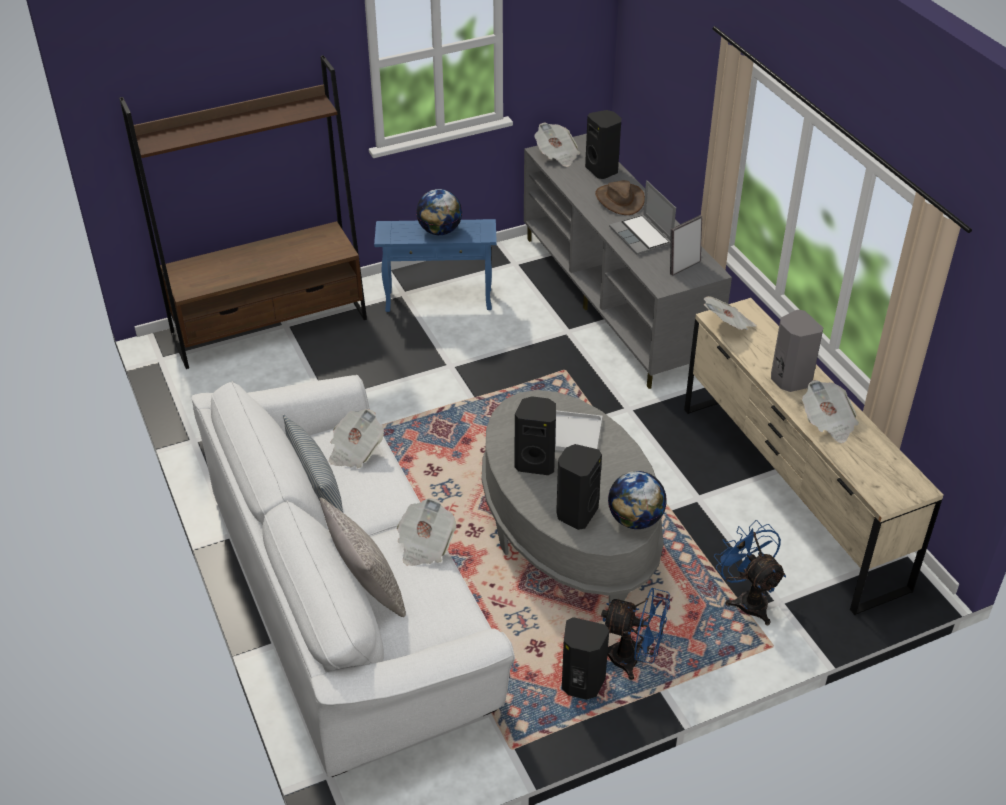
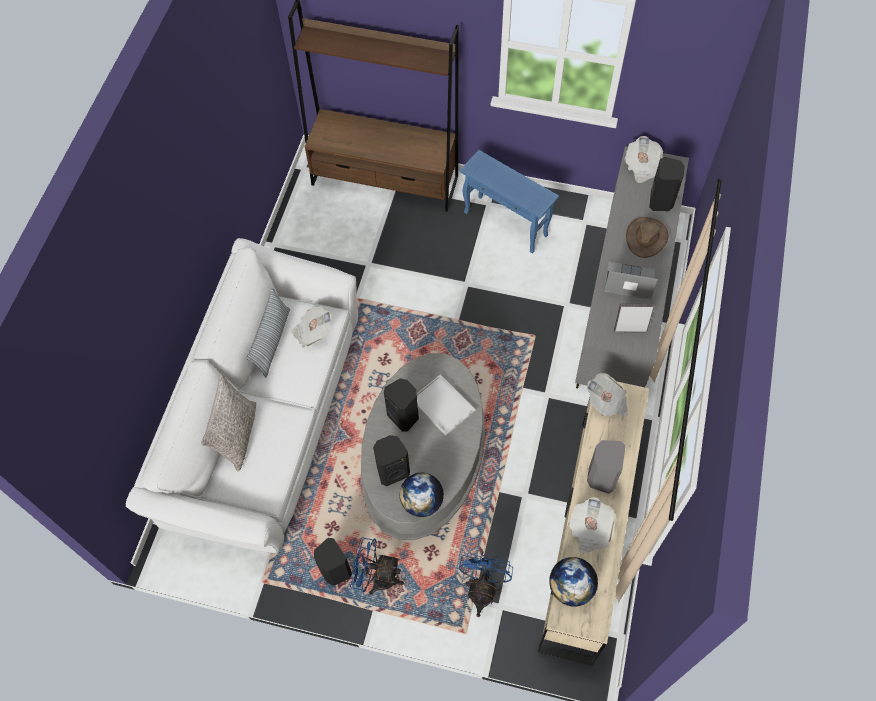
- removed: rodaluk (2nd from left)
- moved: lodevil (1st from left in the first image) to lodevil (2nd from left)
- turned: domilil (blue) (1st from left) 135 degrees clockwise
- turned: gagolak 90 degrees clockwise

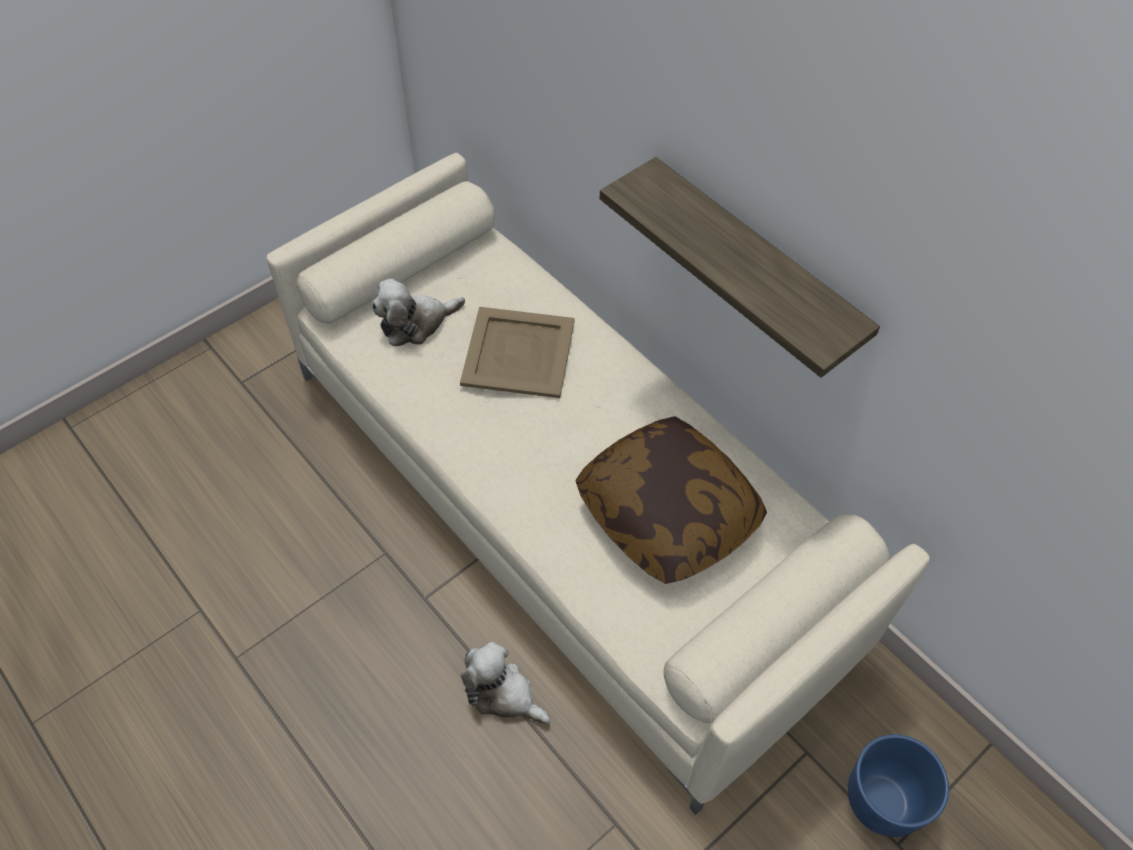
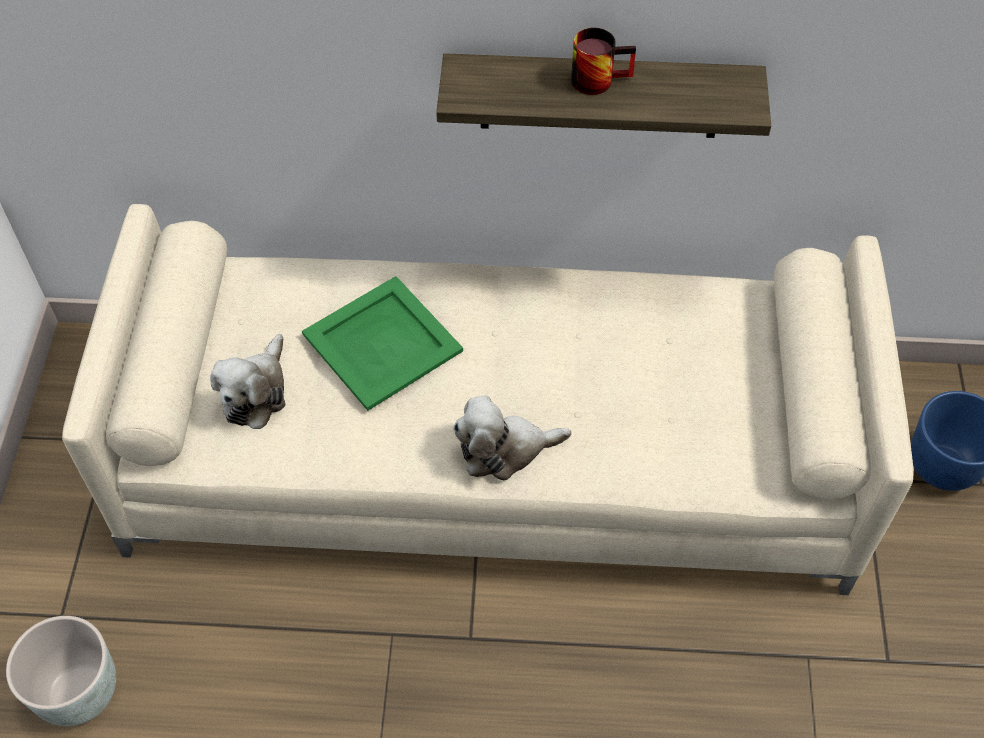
- removed: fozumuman
- added: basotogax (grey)
- added: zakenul
- moved: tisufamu (2nd from left)
- recoloured: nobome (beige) to nobome (green)

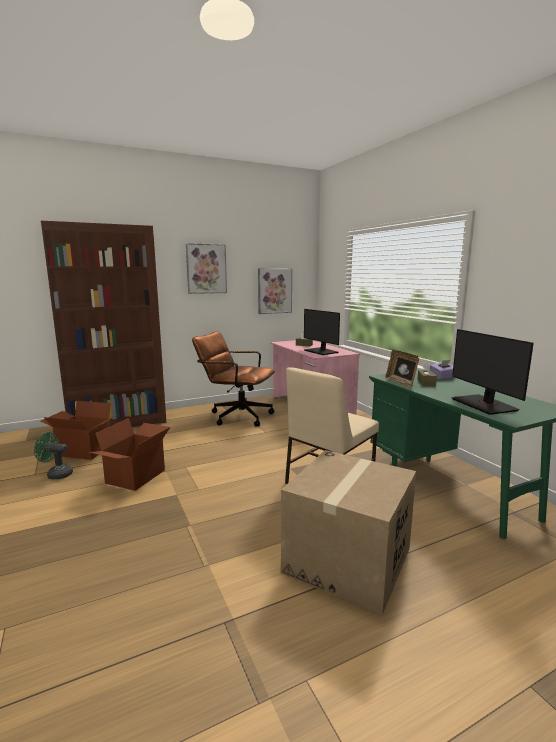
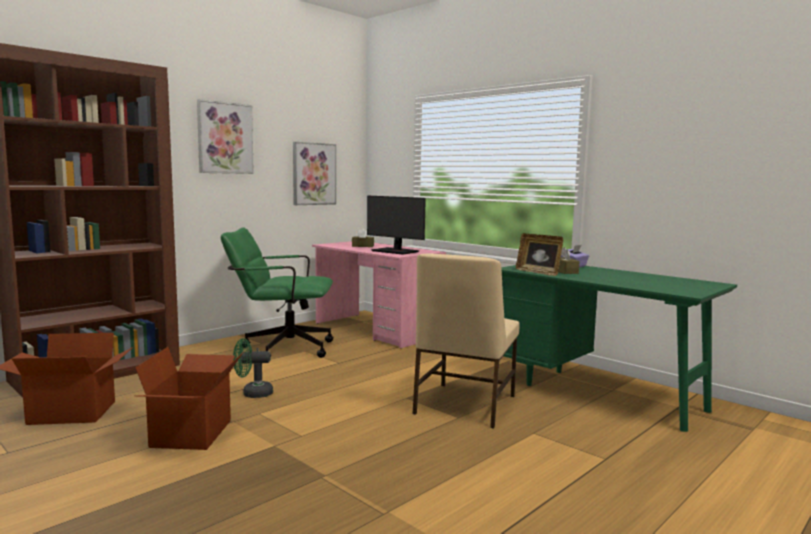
- removed: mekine (3rd from left)
- removed: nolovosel (2nd from left)
- moved: domilil (green)
- recoloured: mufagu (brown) to mufagu (green)

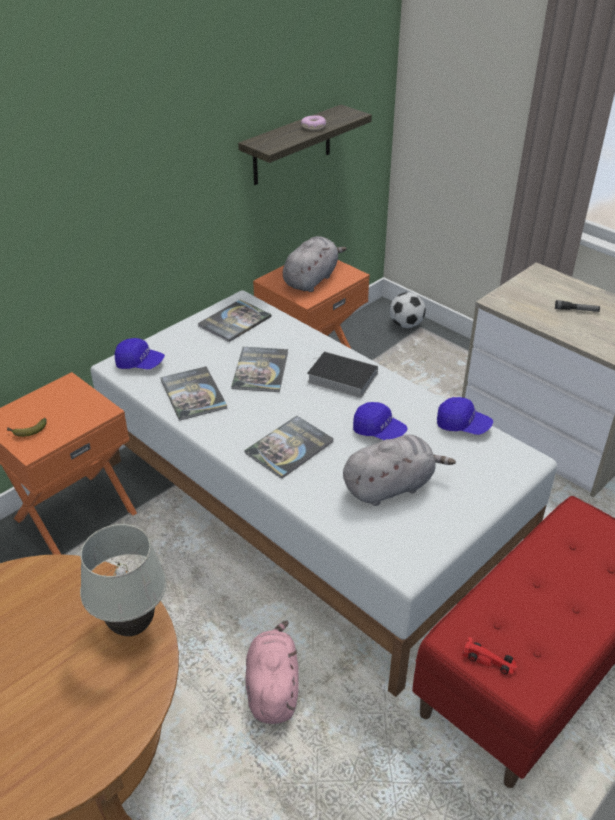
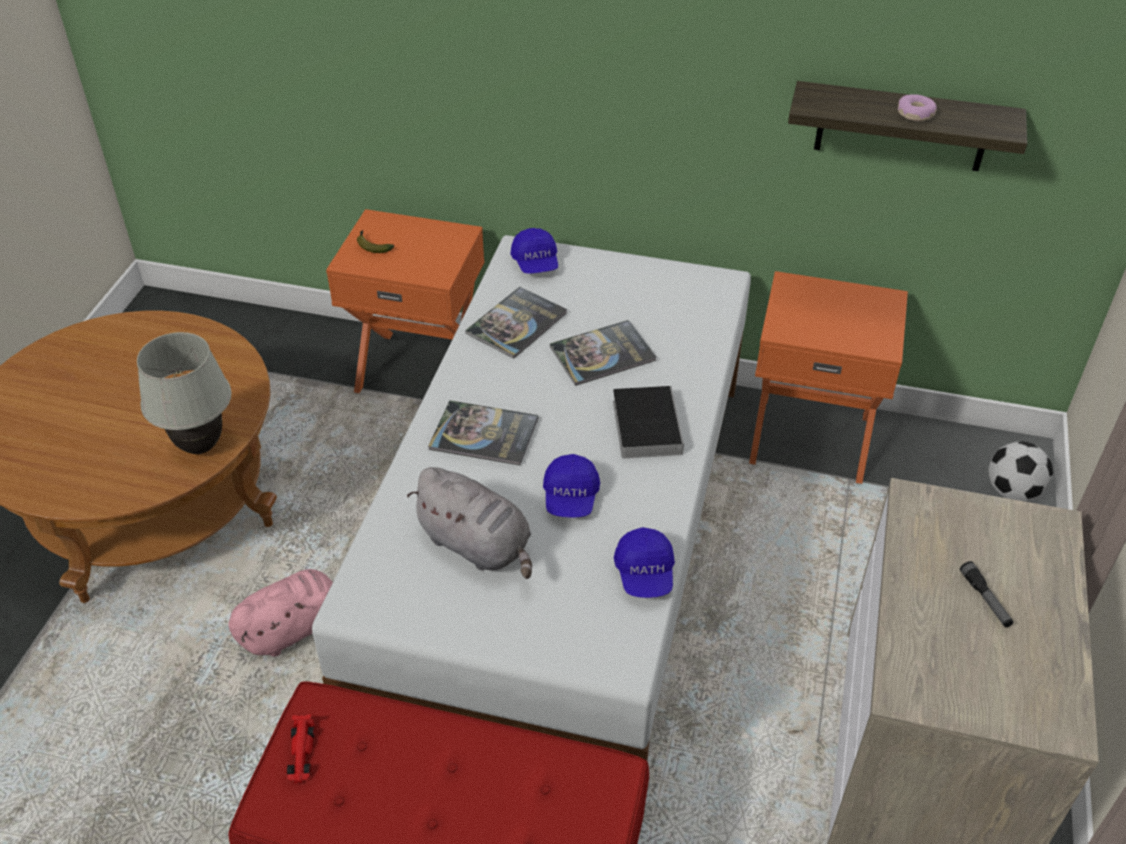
- removed: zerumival (2nd from left)
- removed: tisufamu (grey) (1st from left)

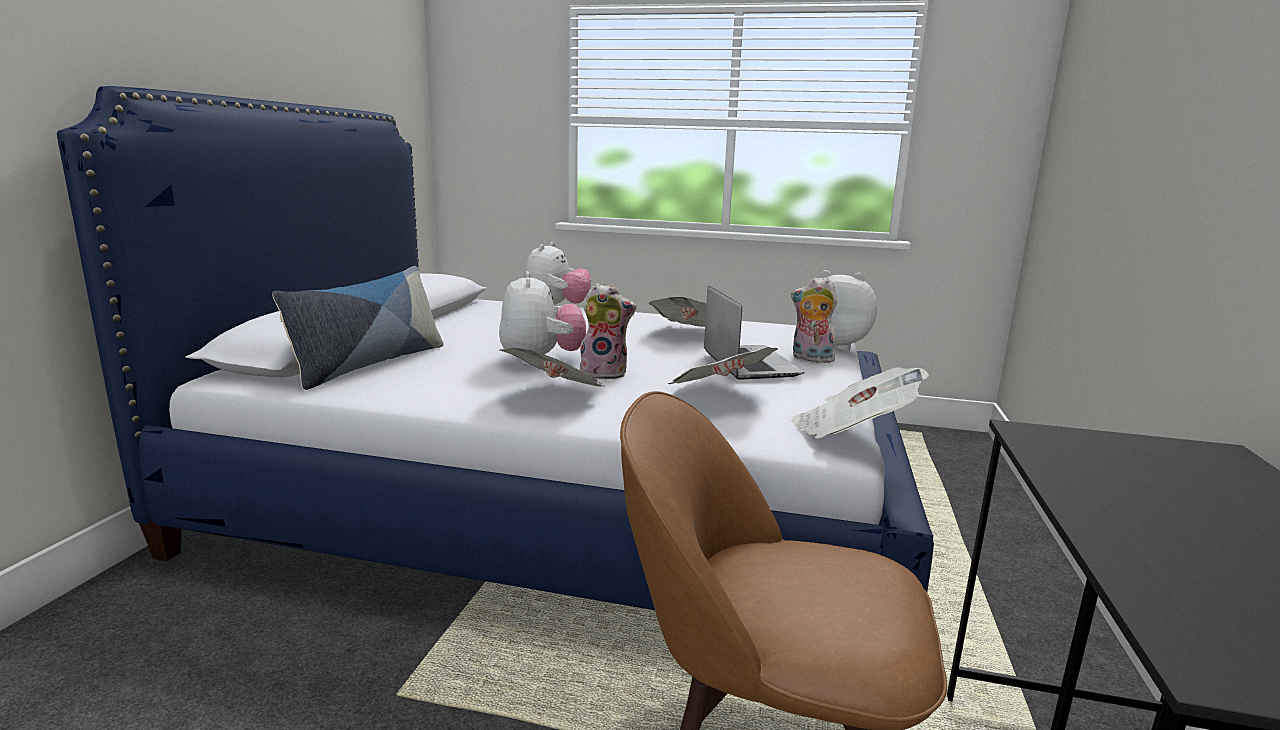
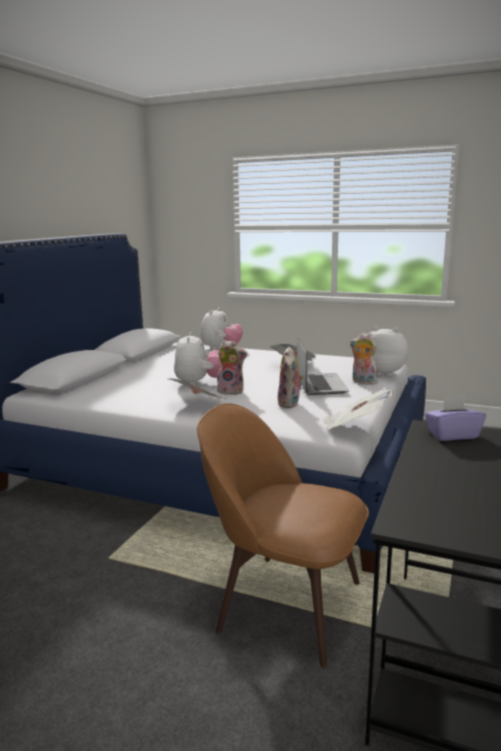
- removed: fozumuman
- added: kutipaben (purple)
- replaced: rodaluk (3rd from left) to tisufamu (4th from left)

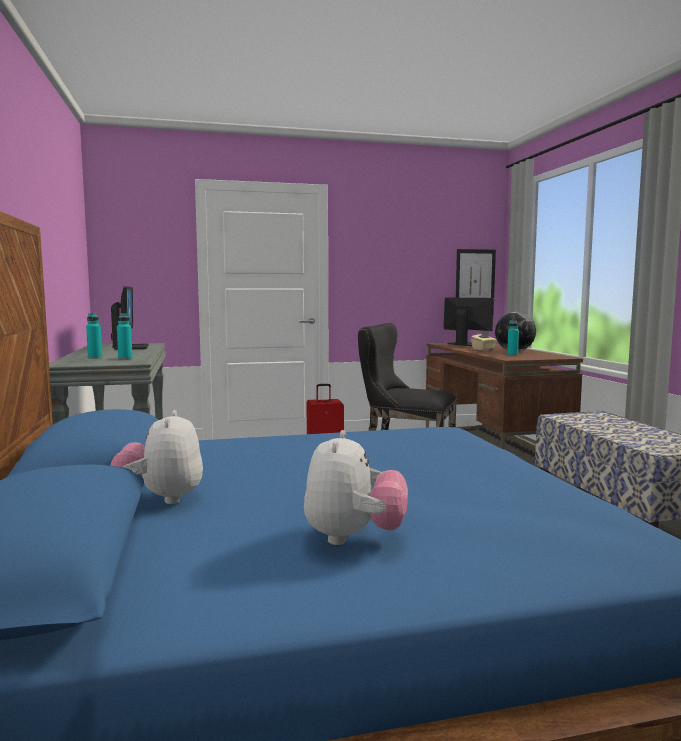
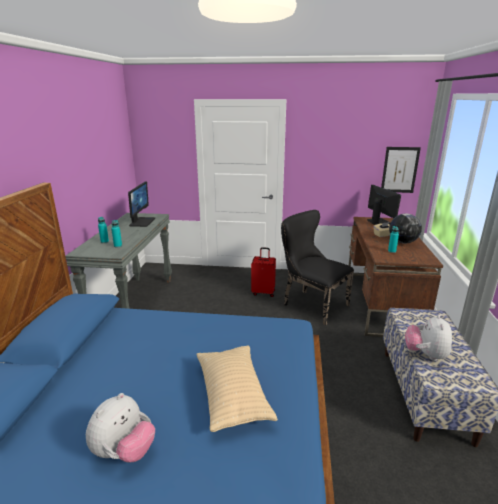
- added: fozumuman (beige)
- moved: tisufamu (1st from left in the first image) to tisufamu (2nd from left)

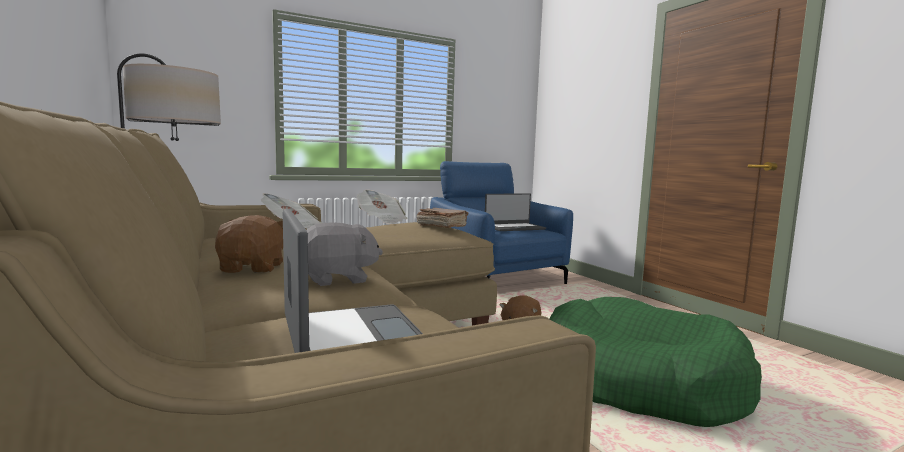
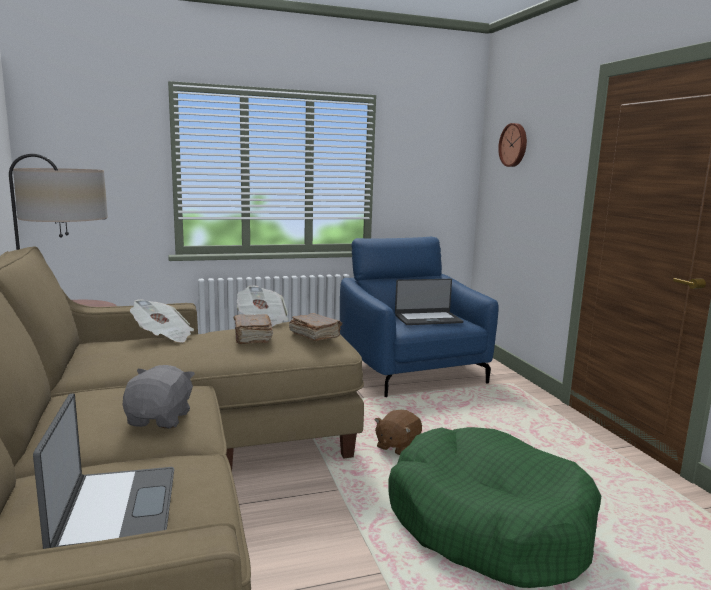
- removed: tisufamu (brown) (1st from left)
- added: zerumival (brown) (1st from left)
- added: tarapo
- turned: tisufamu (grey) 75 degrees counterclockwise

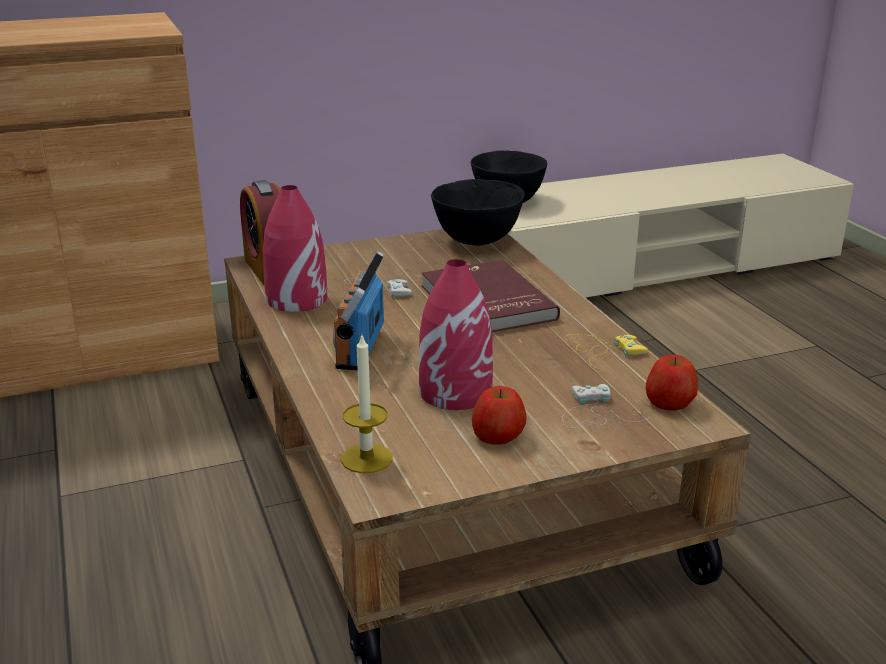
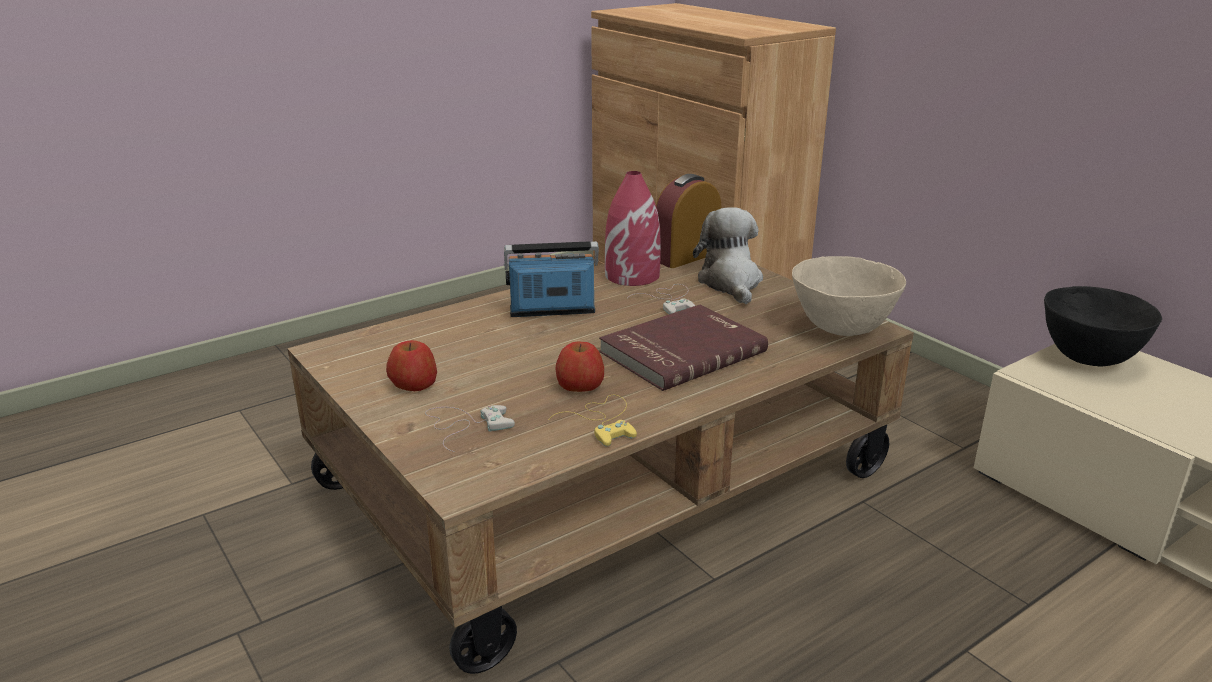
- removed: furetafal
- removed: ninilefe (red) (2nd from left)
- added: tisufamu
- moved: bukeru (2nd from left)
- recoloured: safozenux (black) (1st from left) to safozenux (beige)

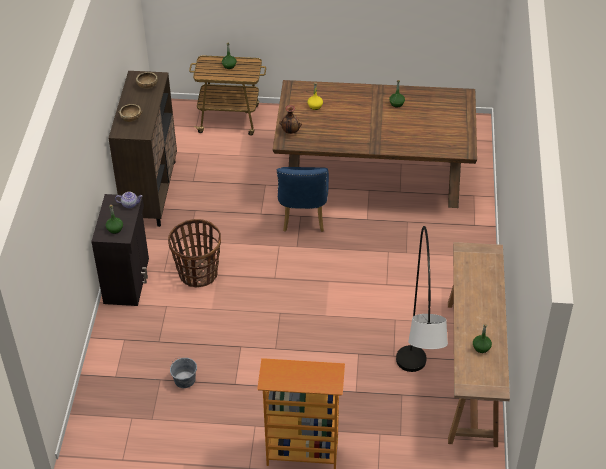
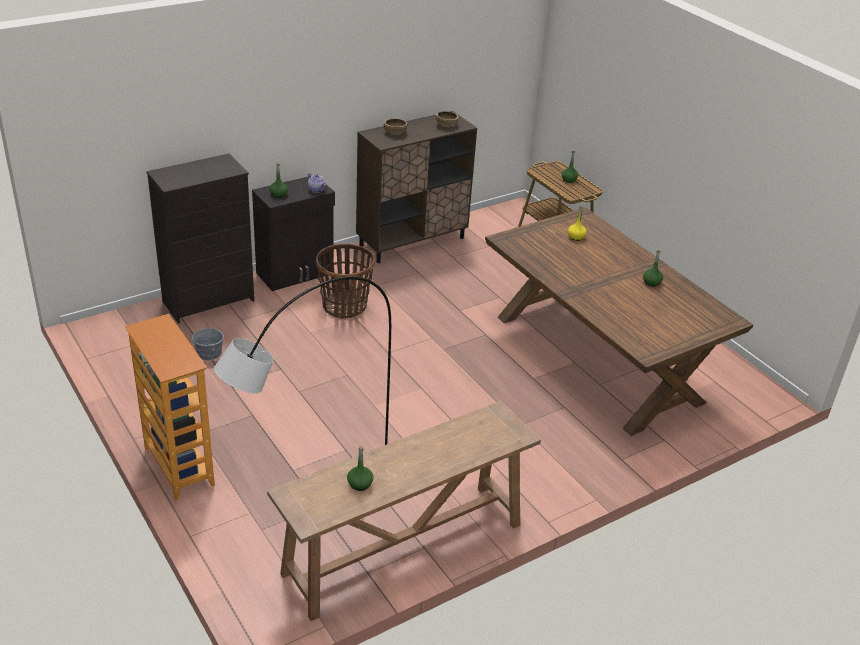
- removed: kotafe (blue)
- removed: ninilefe
- added: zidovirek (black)

